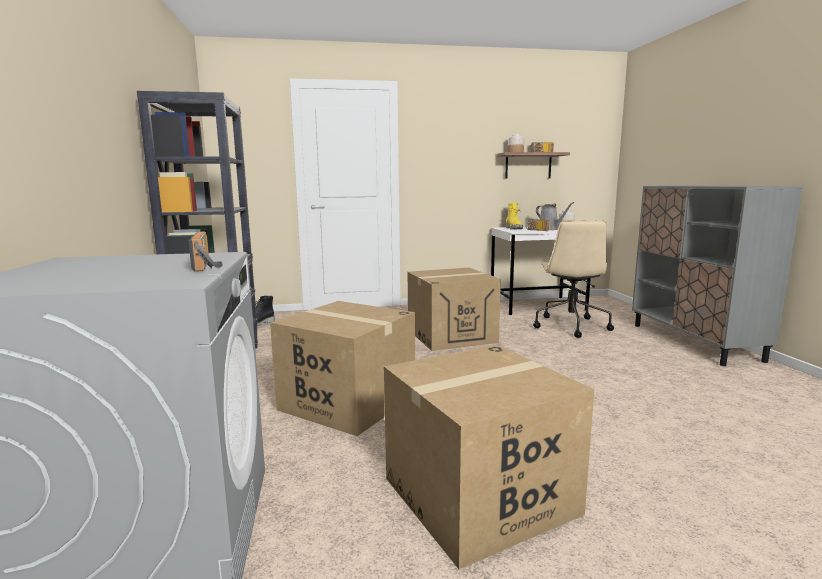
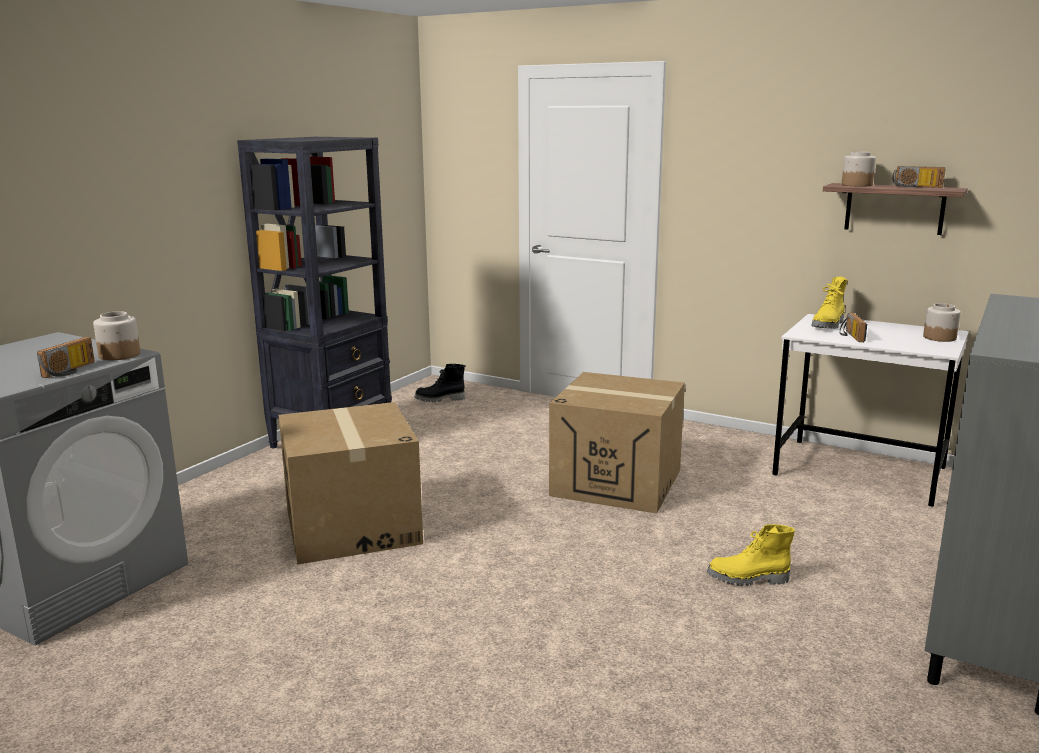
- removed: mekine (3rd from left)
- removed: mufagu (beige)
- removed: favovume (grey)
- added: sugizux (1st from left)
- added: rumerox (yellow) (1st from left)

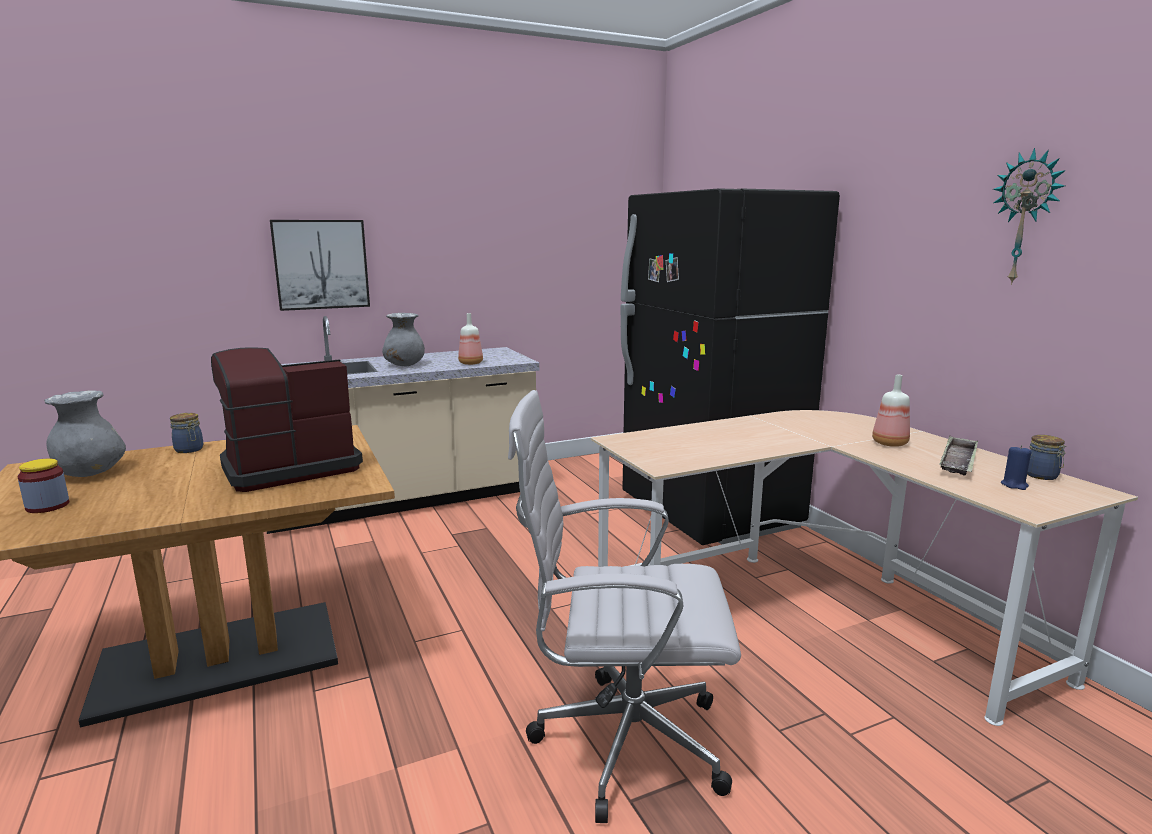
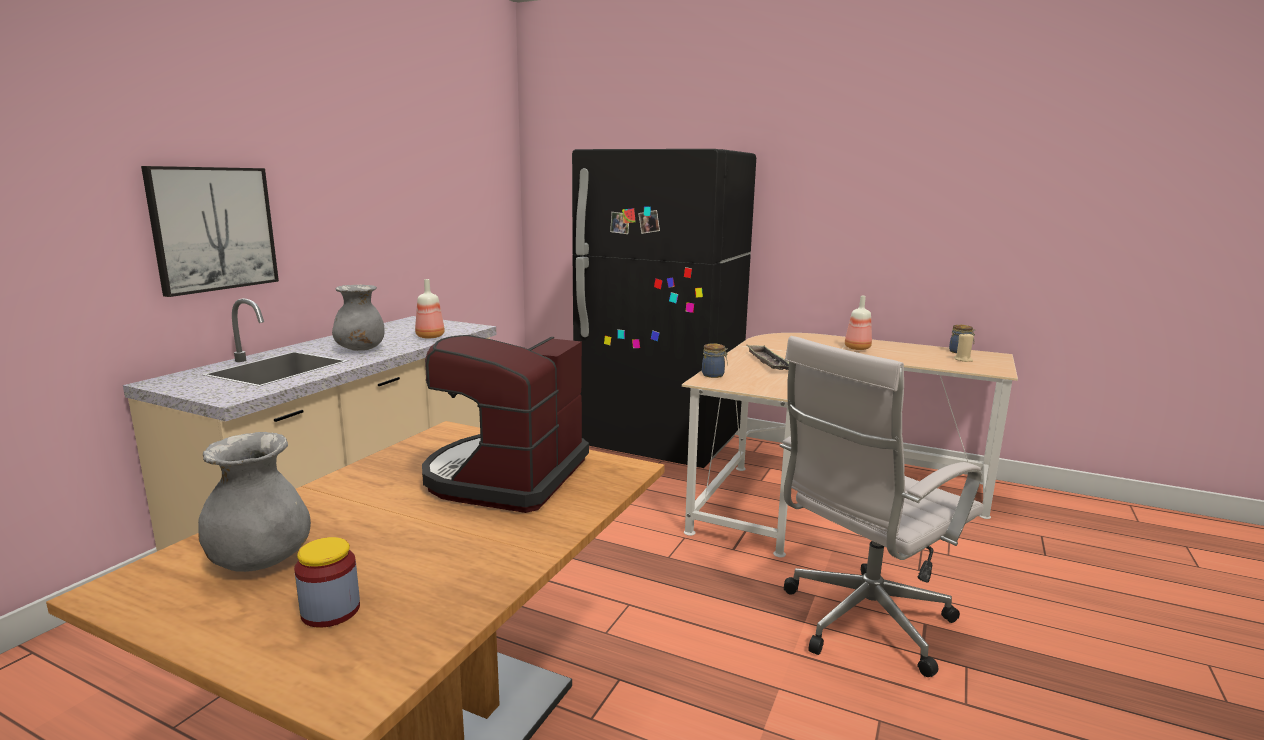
- removed: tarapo
- moved: sugizux (2nd from left)
- moved: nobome
- recoloured: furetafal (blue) to furetafal (beige)

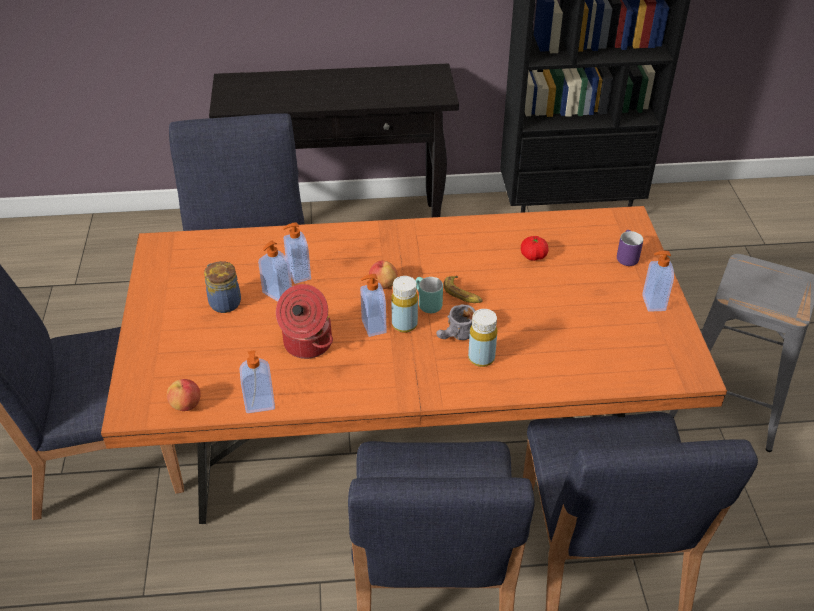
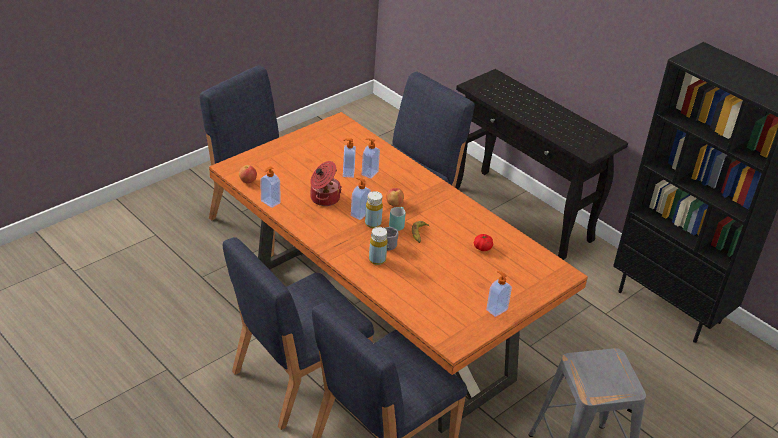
- removed: sugizux
- removed: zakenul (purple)

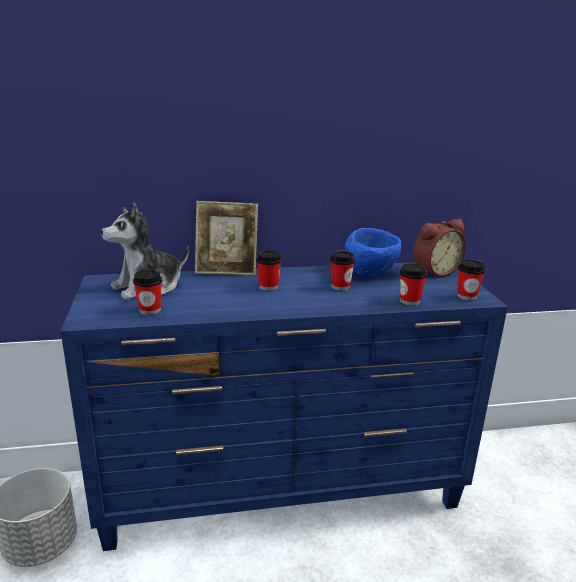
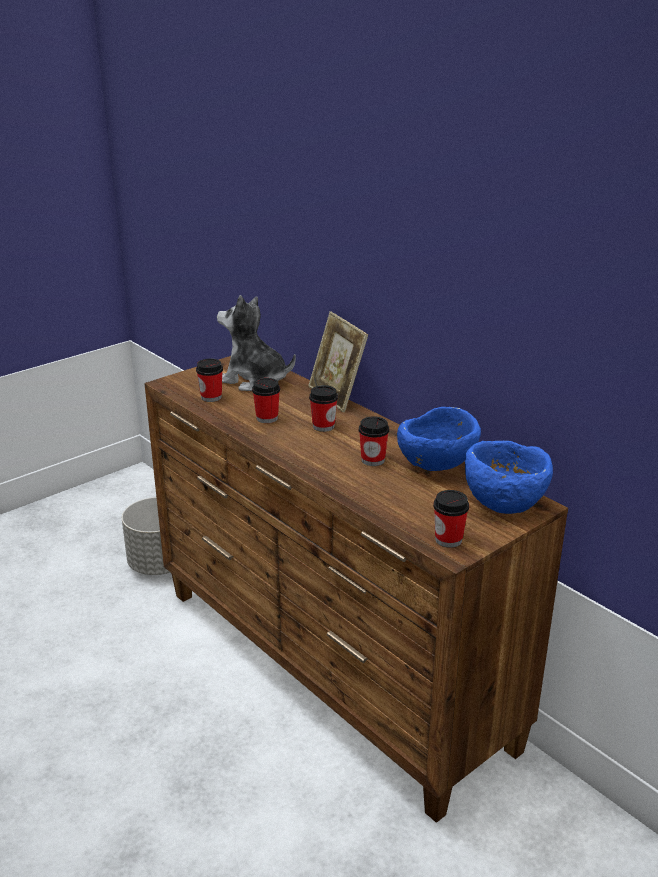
- moved: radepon (4th from left in the first image) to radepon (2nd from left)
- replaced: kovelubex to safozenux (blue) (2nd from left)
- recoloured: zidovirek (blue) to zidovirek (brown)

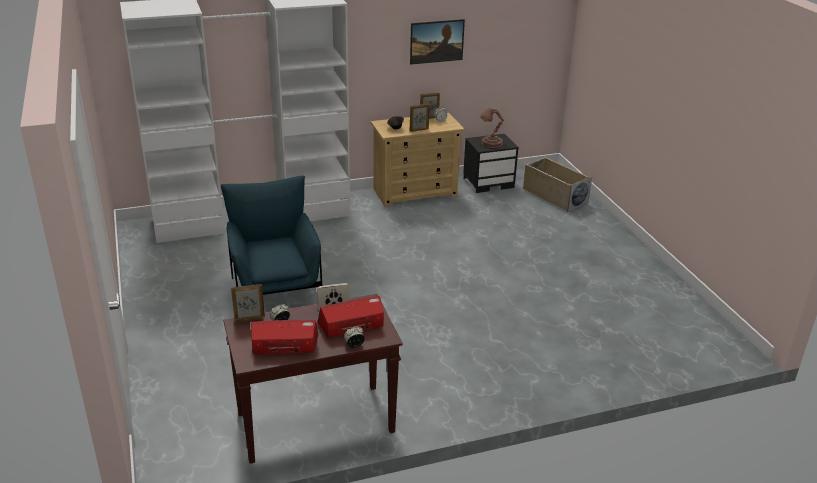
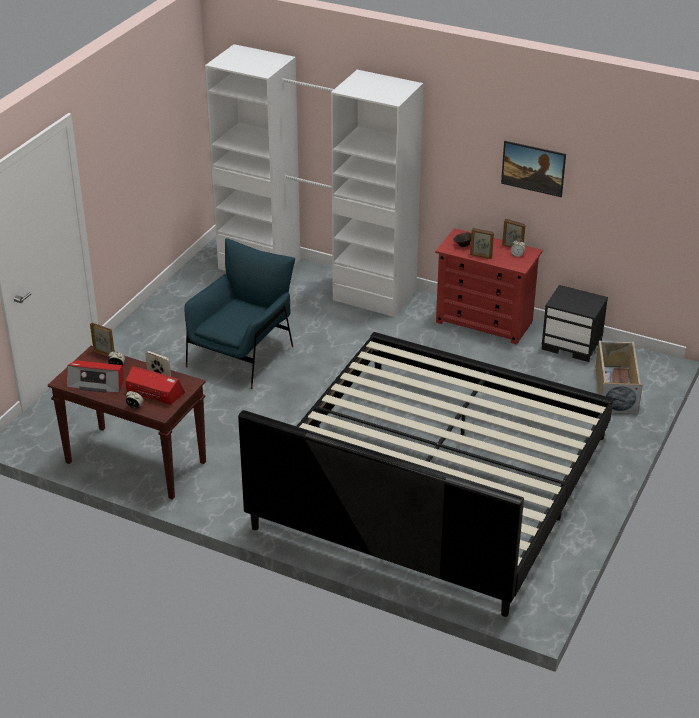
- removed: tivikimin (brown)
- added: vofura
- recoloured: zidovirek (beige) to zidovirek (red)
- turned: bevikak (1st from left) 150 degrees clockwise

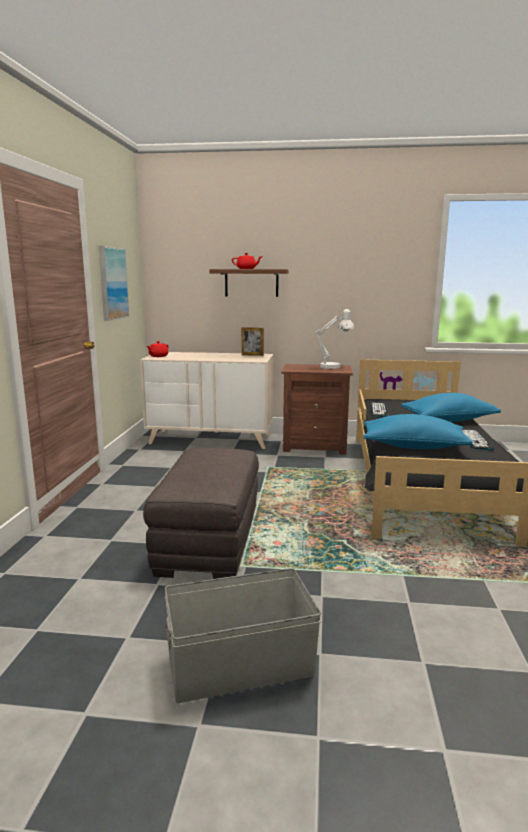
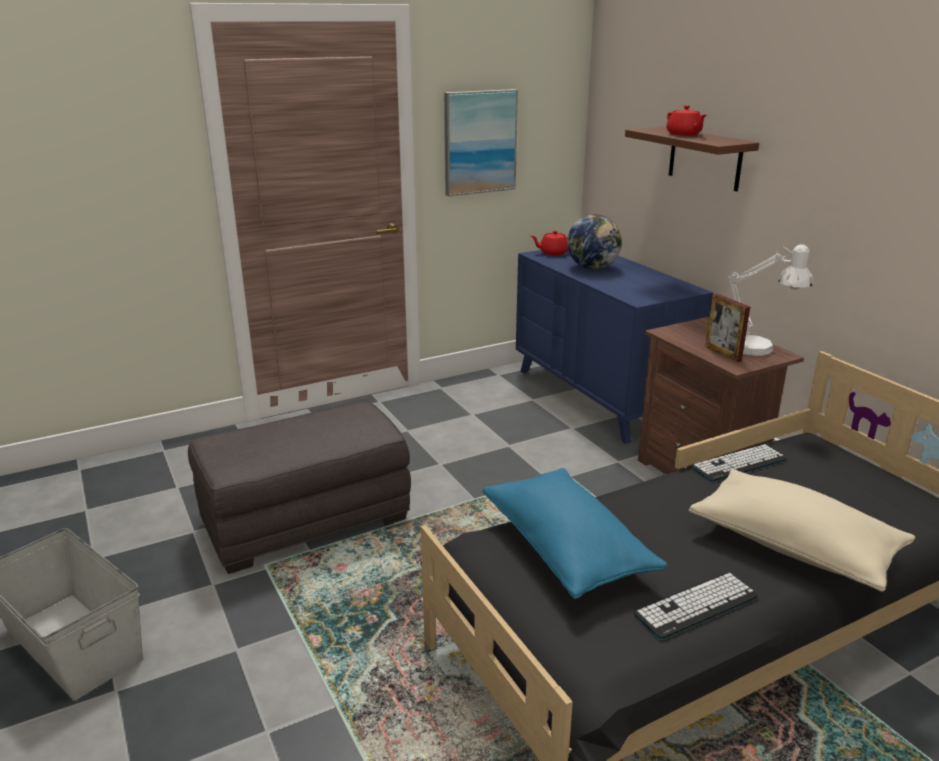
- added: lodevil
- moved: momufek
- recoloured: zidovirek (beige) to zidovirek (blue)
- recoloured: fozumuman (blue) (2nd from left) to fozumuman (beige)

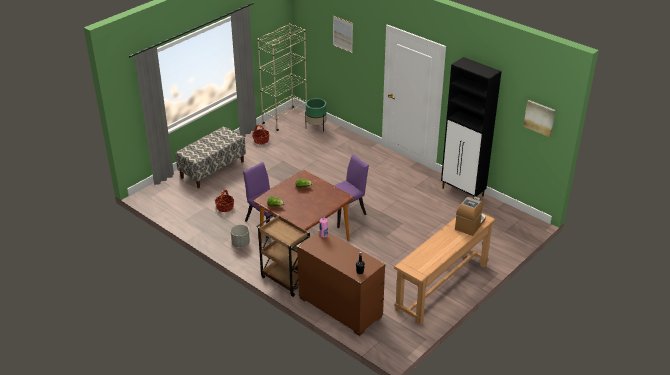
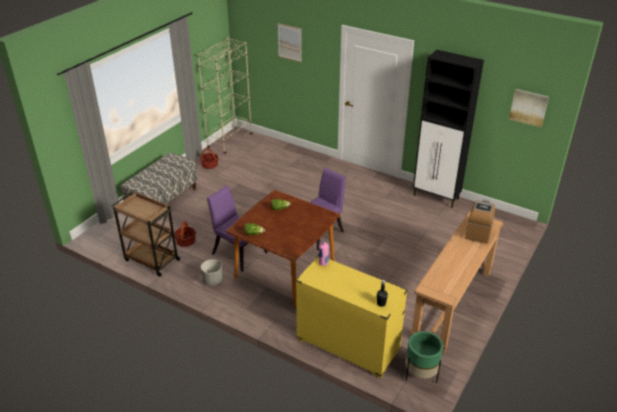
- moved: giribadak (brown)
- moved: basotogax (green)
- recoloured: zidovirek (brown) to zidovirek (yellow)

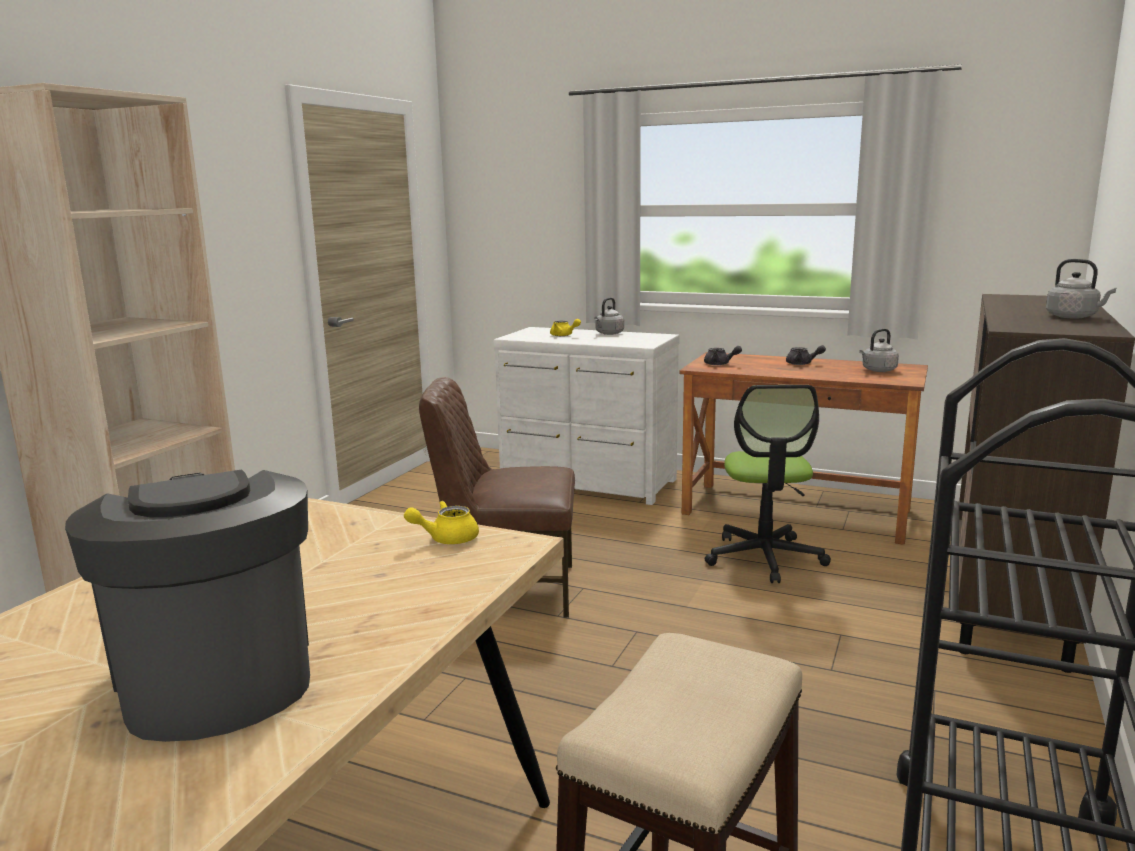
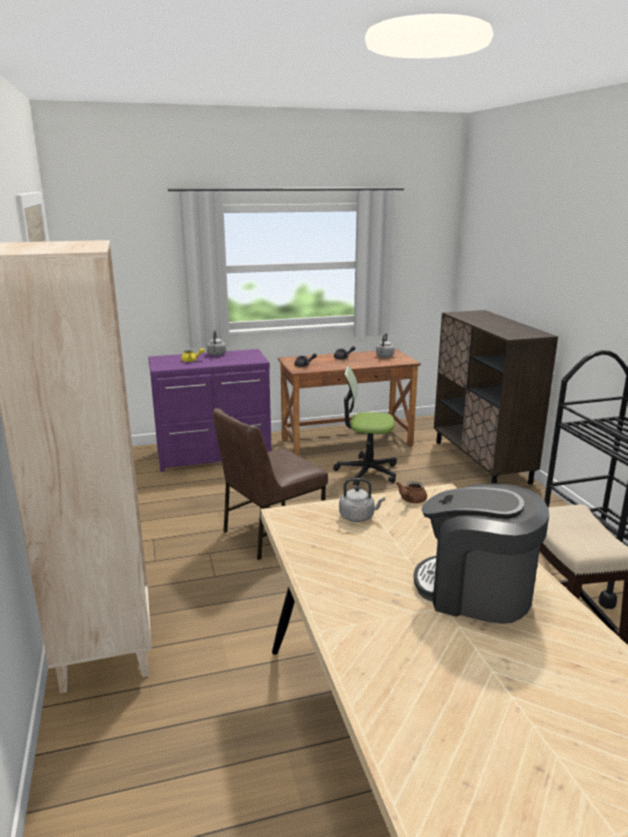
- moved: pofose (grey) (3rd from left in the first image) to pofose (grey) (2nd from left)
- recoloured: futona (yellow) (1st from left) to futona (brown)
- recoloured: zidovirek (white) to zidovirek (purple)
- turned: mufagu 135 degrees clockwise

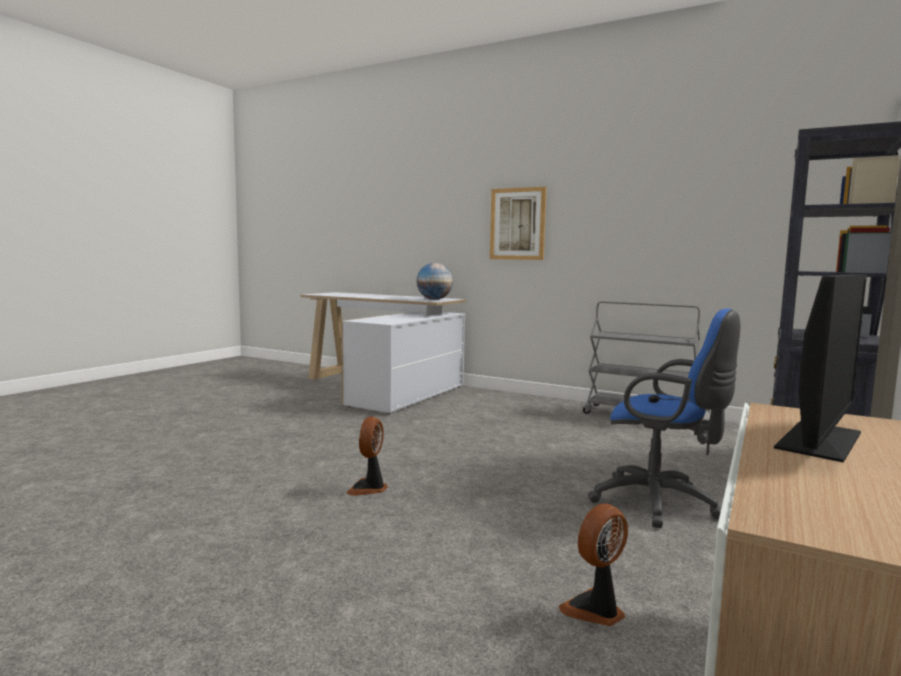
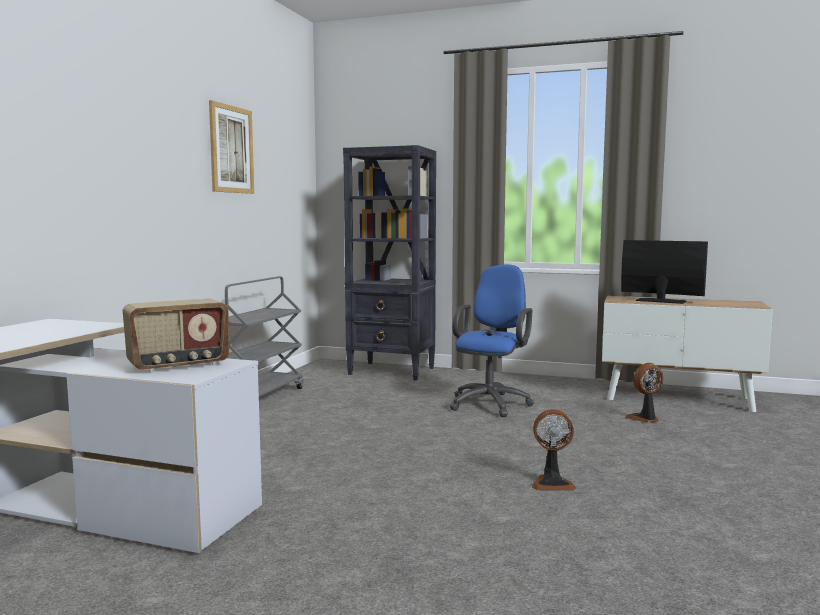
- removed: lodevil
- added: bevikak
- moved: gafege
- turned: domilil (2nd from left) 120 degrees clockwise

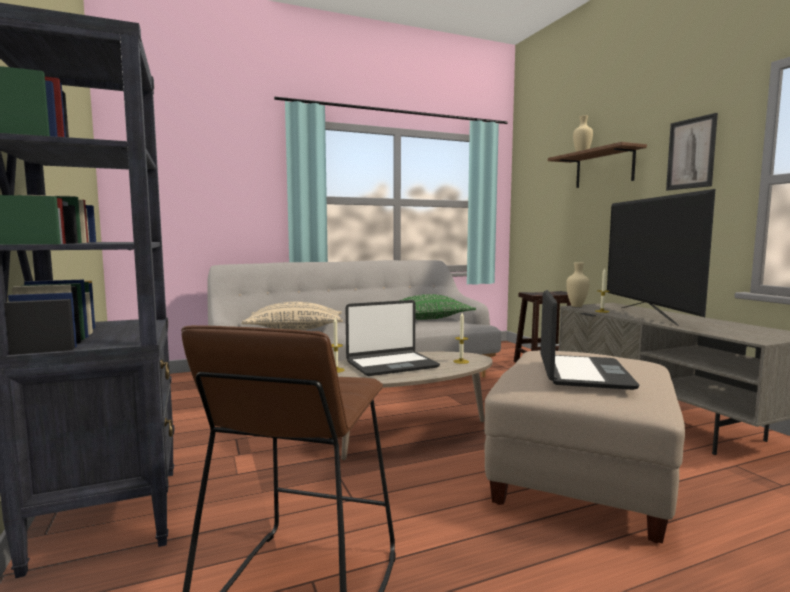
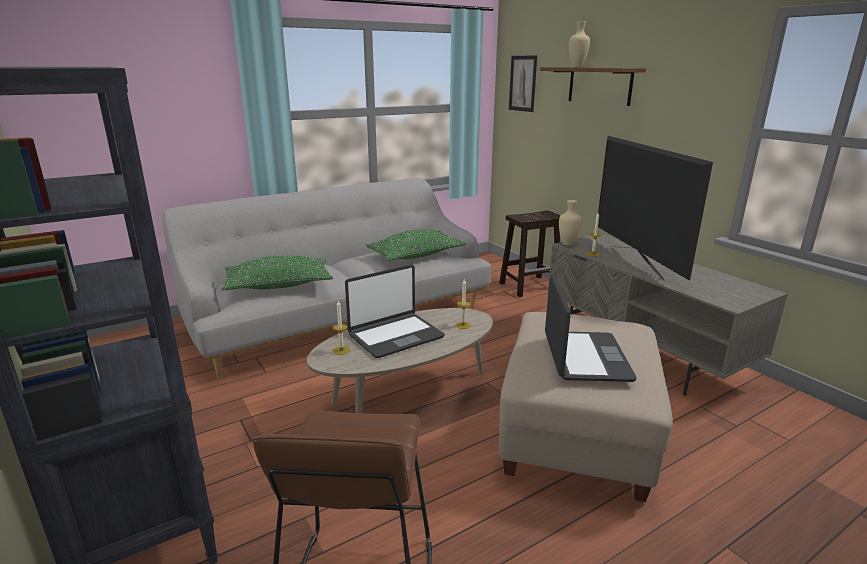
- moved: gafege
- recoloured: fozumuman (beige) to fozumuman (green) (1st from left)

